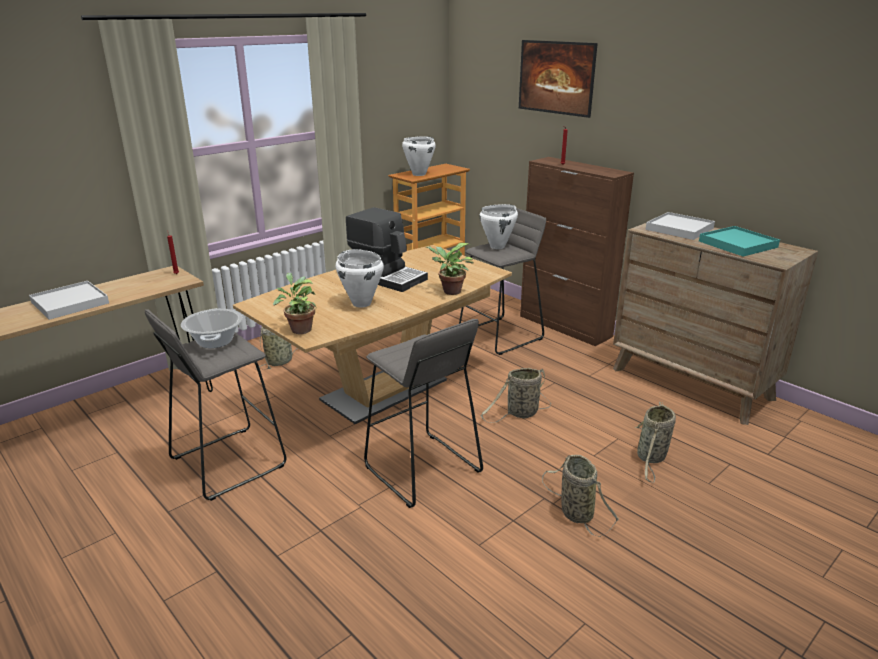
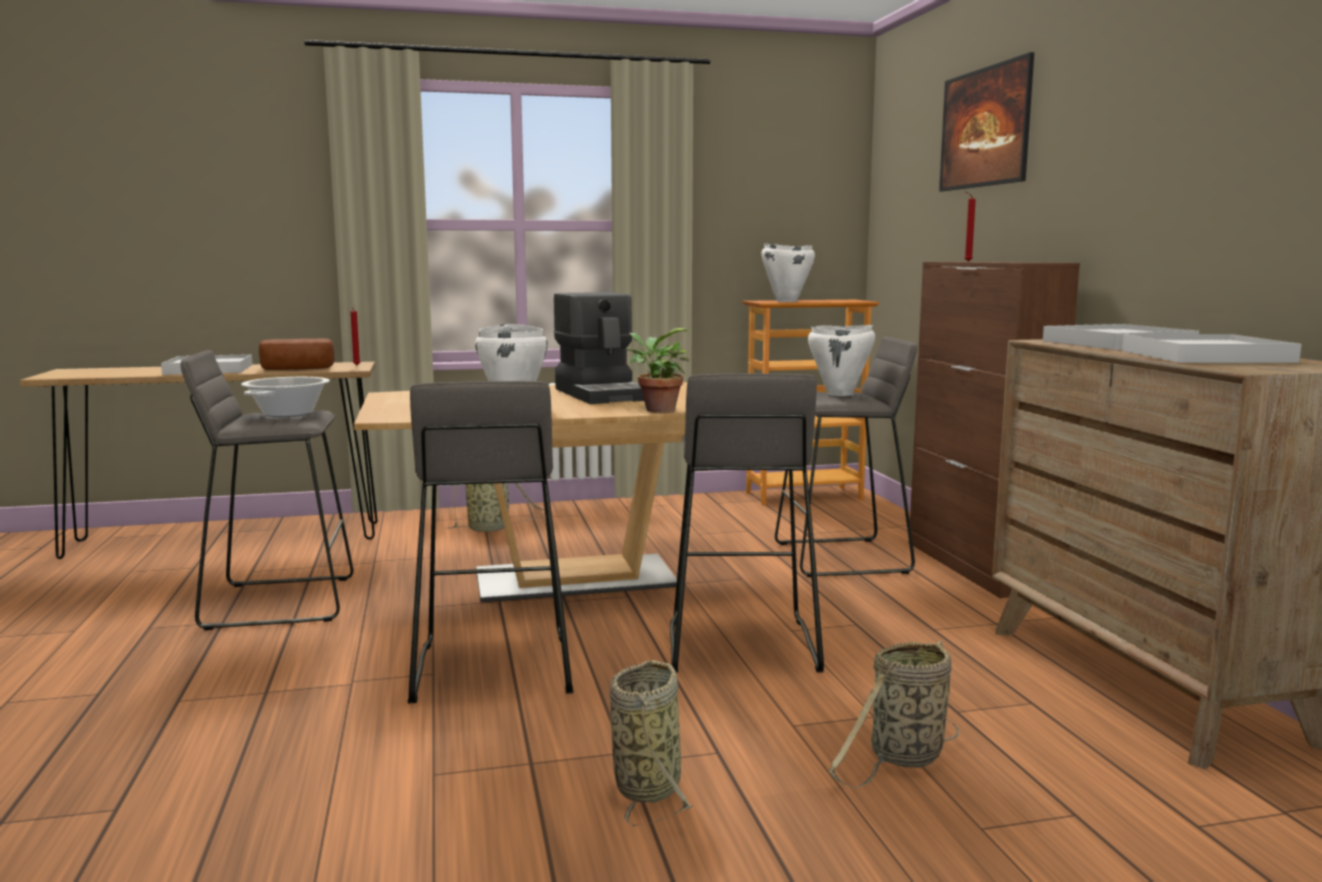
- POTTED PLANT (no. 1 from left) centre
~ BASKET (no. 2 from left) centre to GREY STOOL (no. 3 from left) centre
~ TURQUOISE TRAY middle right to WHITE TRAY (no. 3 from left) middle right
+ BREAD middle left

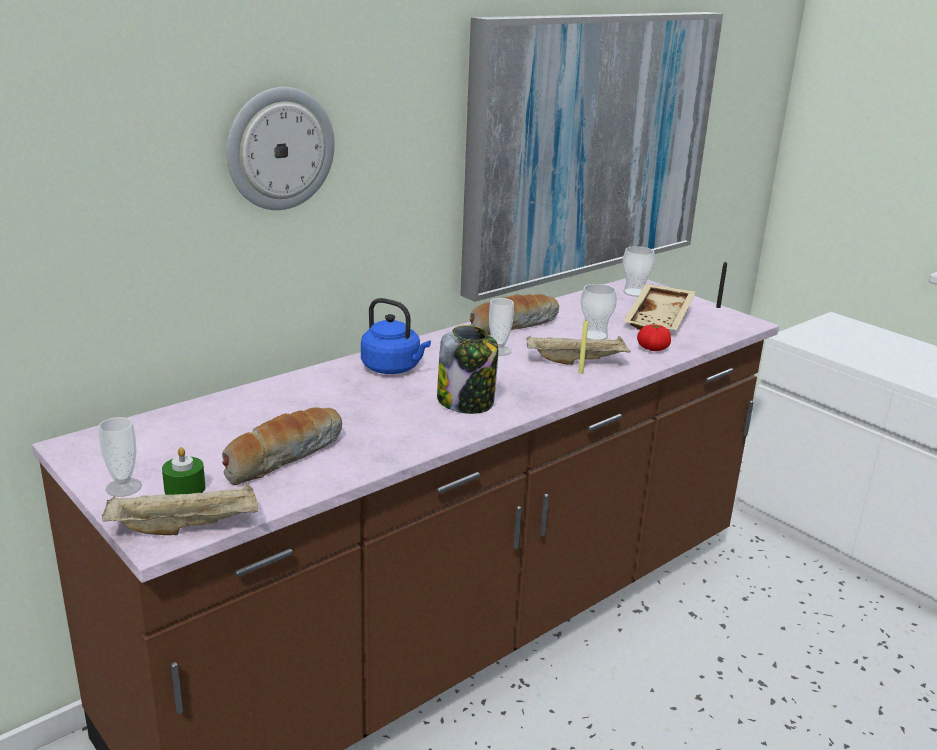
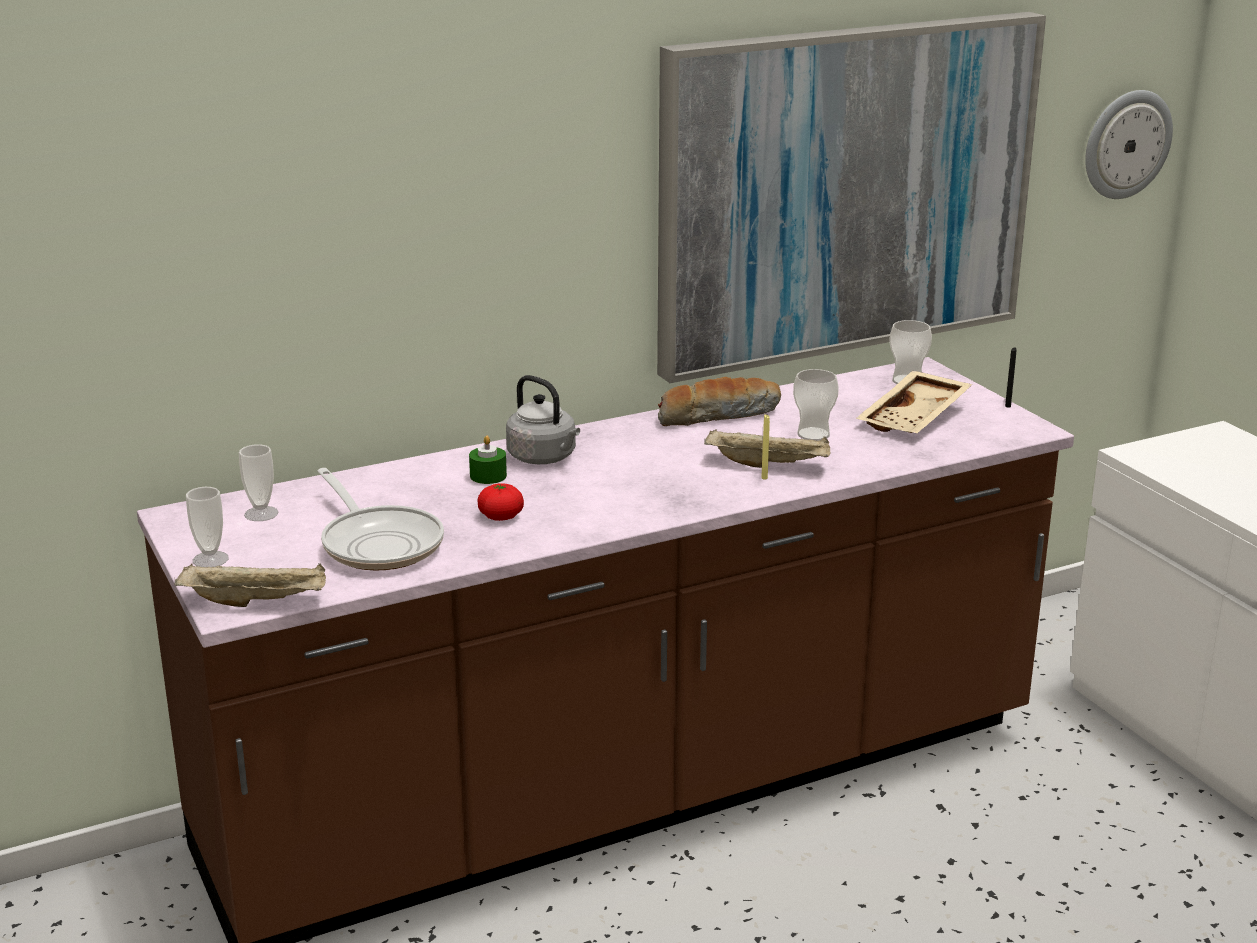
~ GREEN CANDLE middle left to centre
~ BREAD (no. 1 from left) middle left to FRYING PAN middle left
~ WALL CLOCK top left to top right
~ BLUE KETTLE centre to GREY KETTLE centre
- JAR centre
~ CUP (no. 2 from left) centre to middle left
~ TOMATO middle right to centre

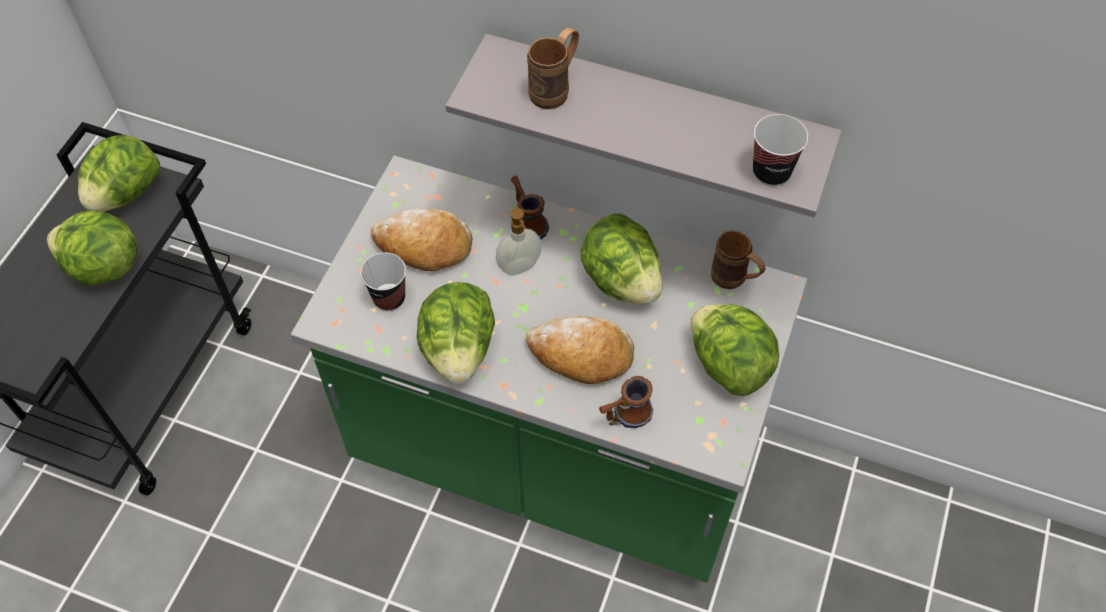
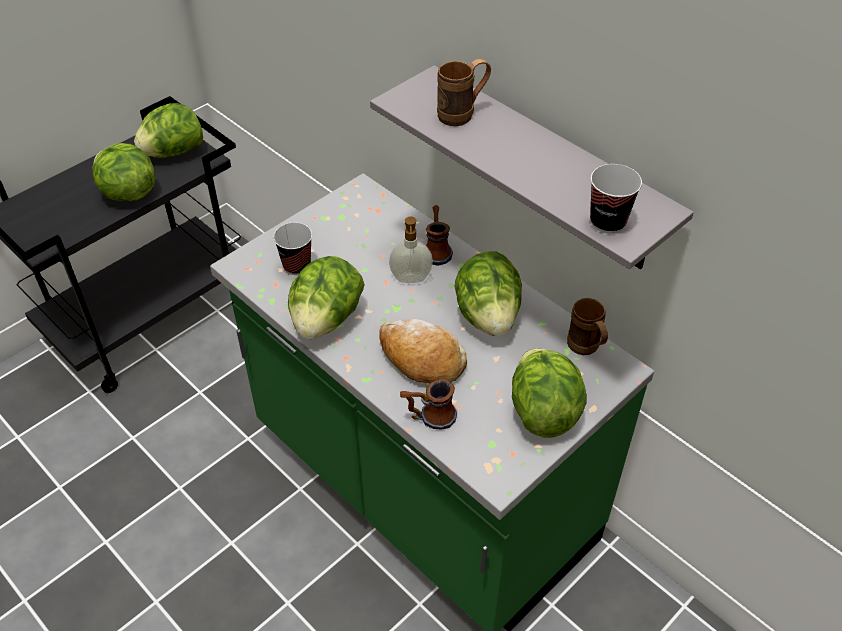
- BREAD (no. 1 from left) centre

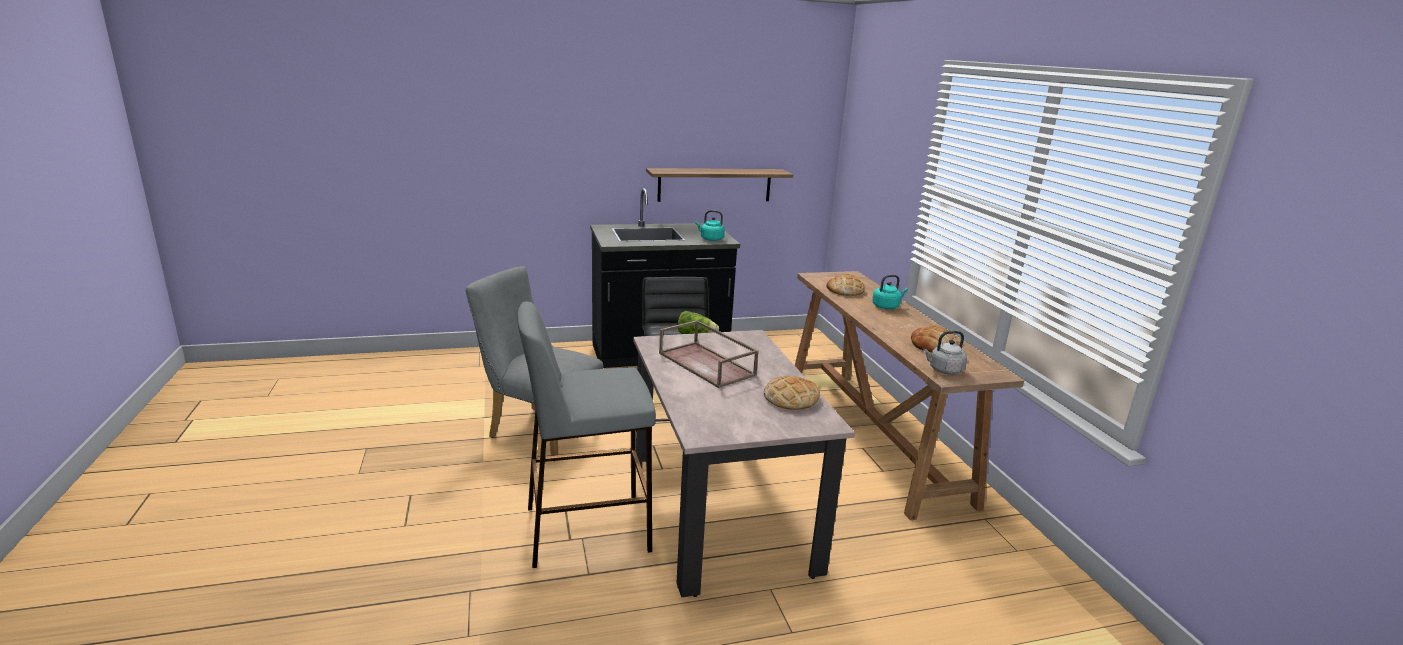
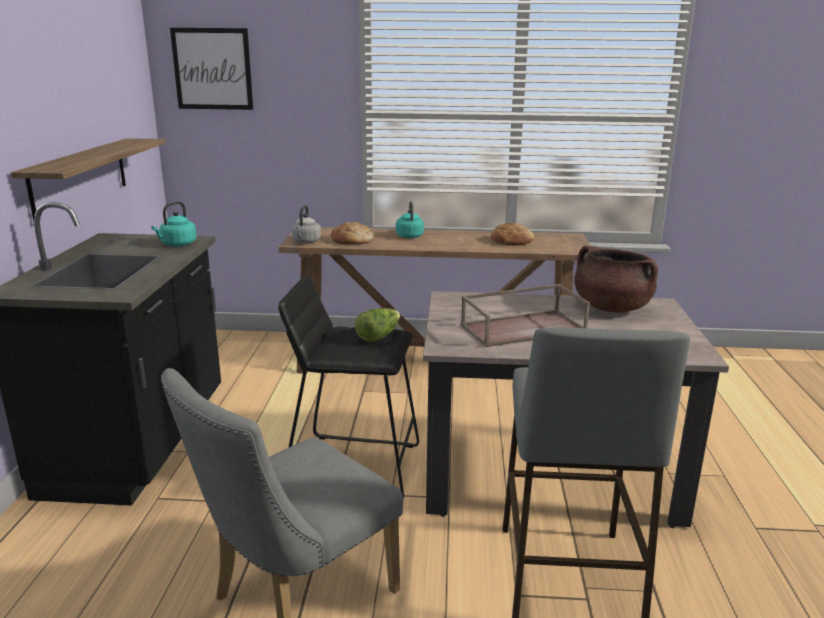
~ BREAD (no. 1 from left) centre to BROWN COOKING POT middle right
~ GREY KETTLE middle right to centre
+ PICTURE top left

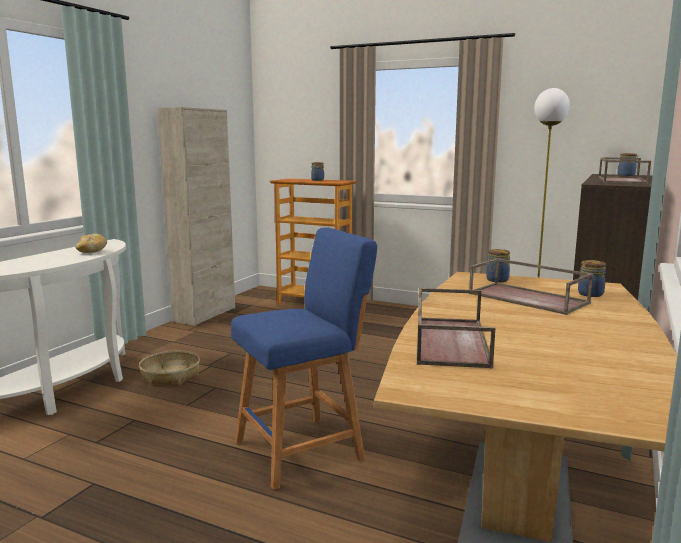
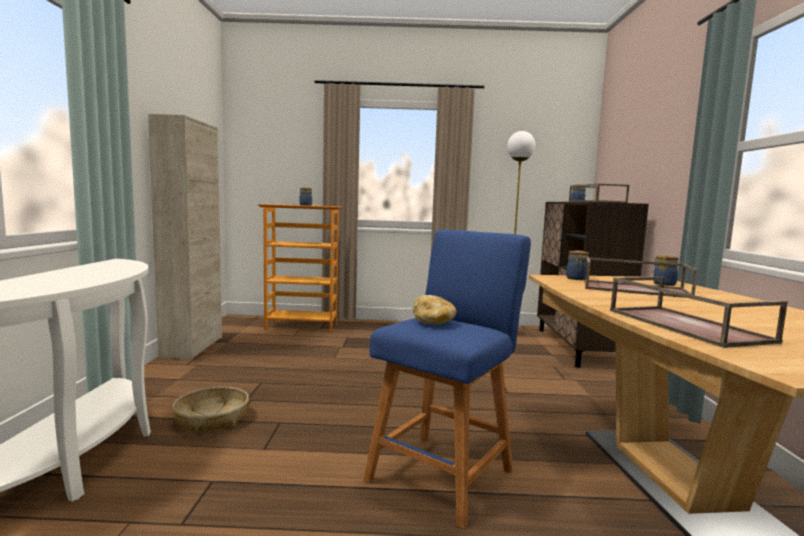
~ BREAD middle left to centre

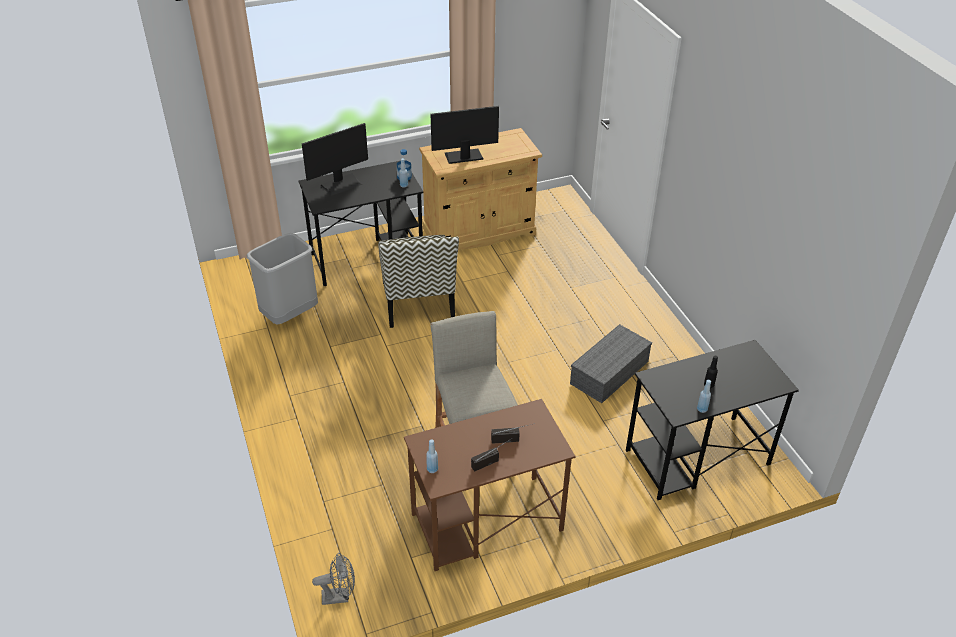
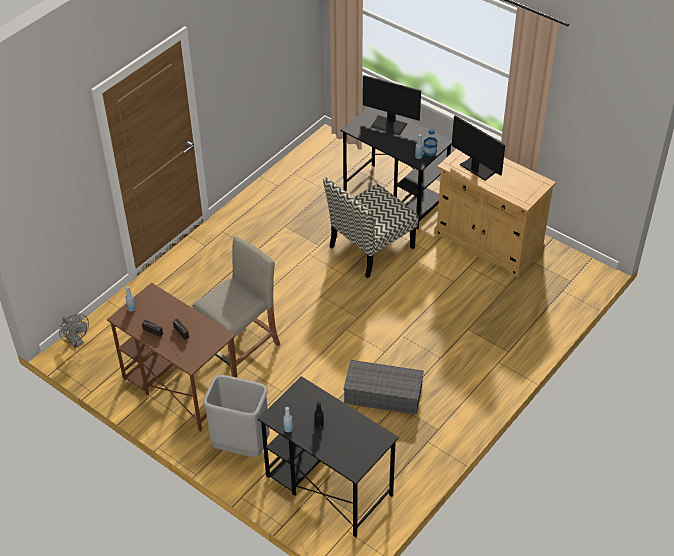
~ GREY TRASH CAN middle left to bottom centre

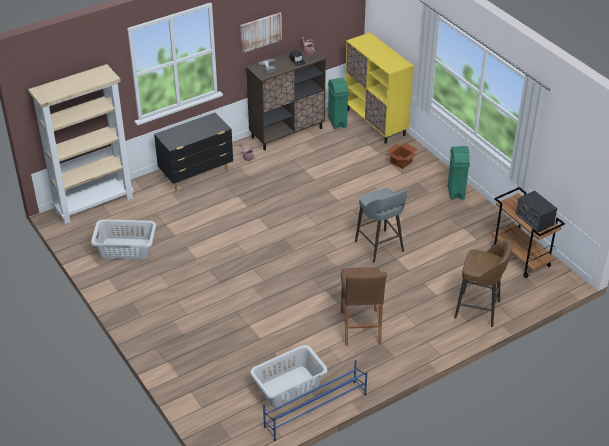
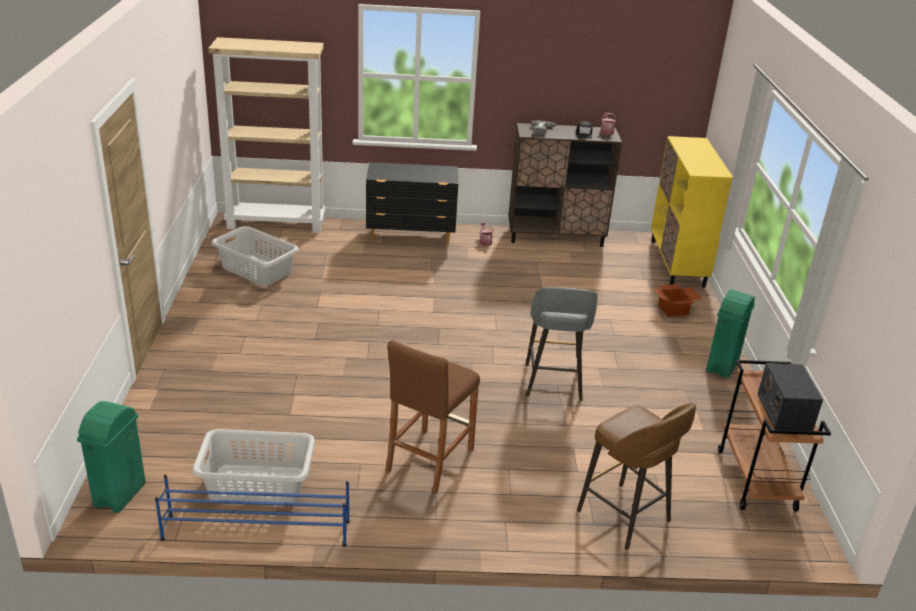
- PICTURE top centre
~ GREEN TRASH CAN (no. 1 from left) top centre to bottom left

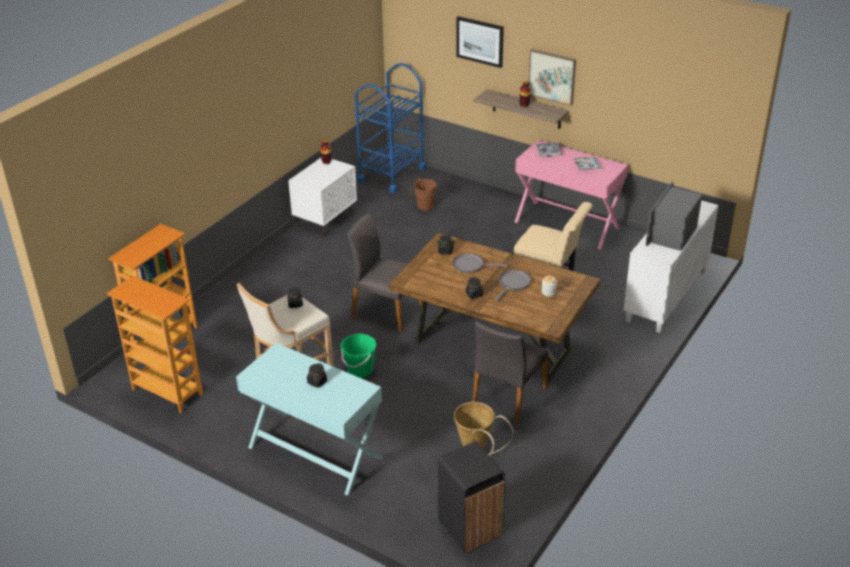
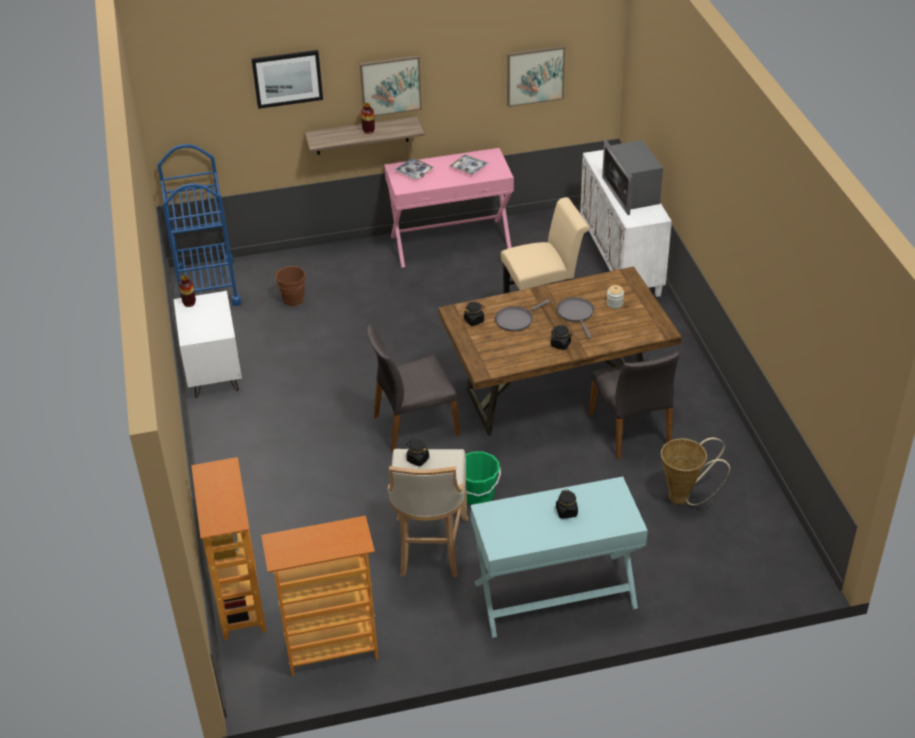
- BLACK TRASH CAN bottom centre
+ PICTURE (no. 3 from left) top centre

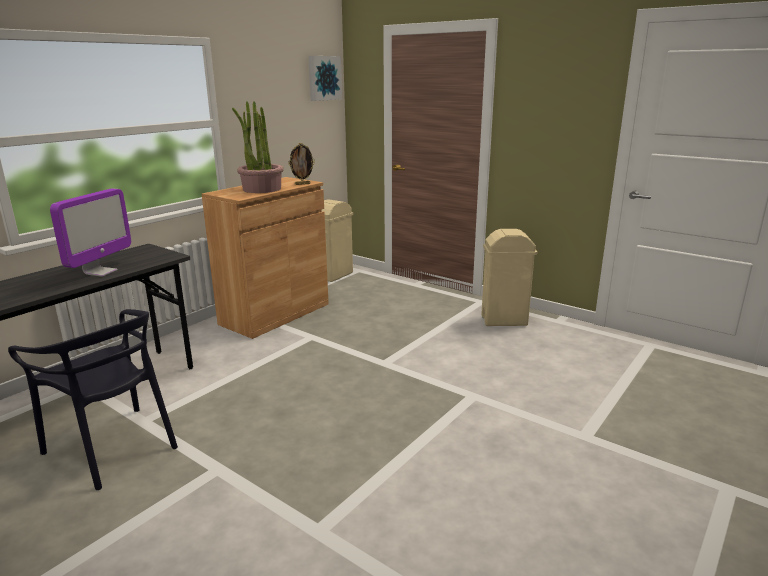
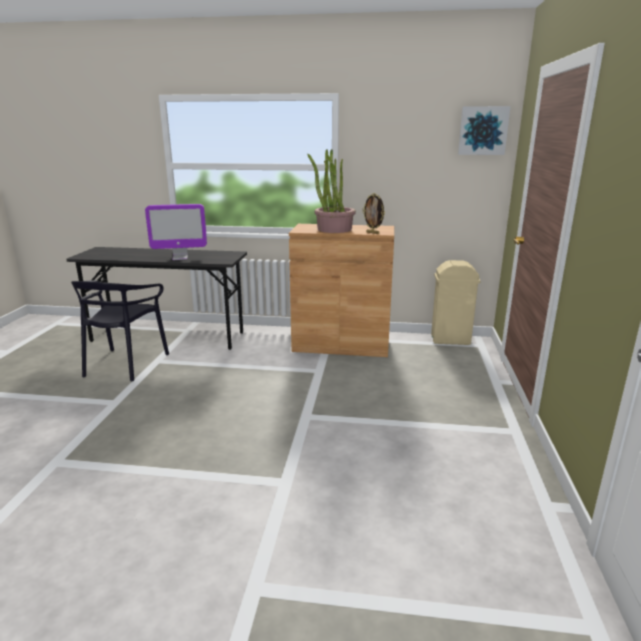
- BEIGE TRASH CAN (no. 2 from left) centre

